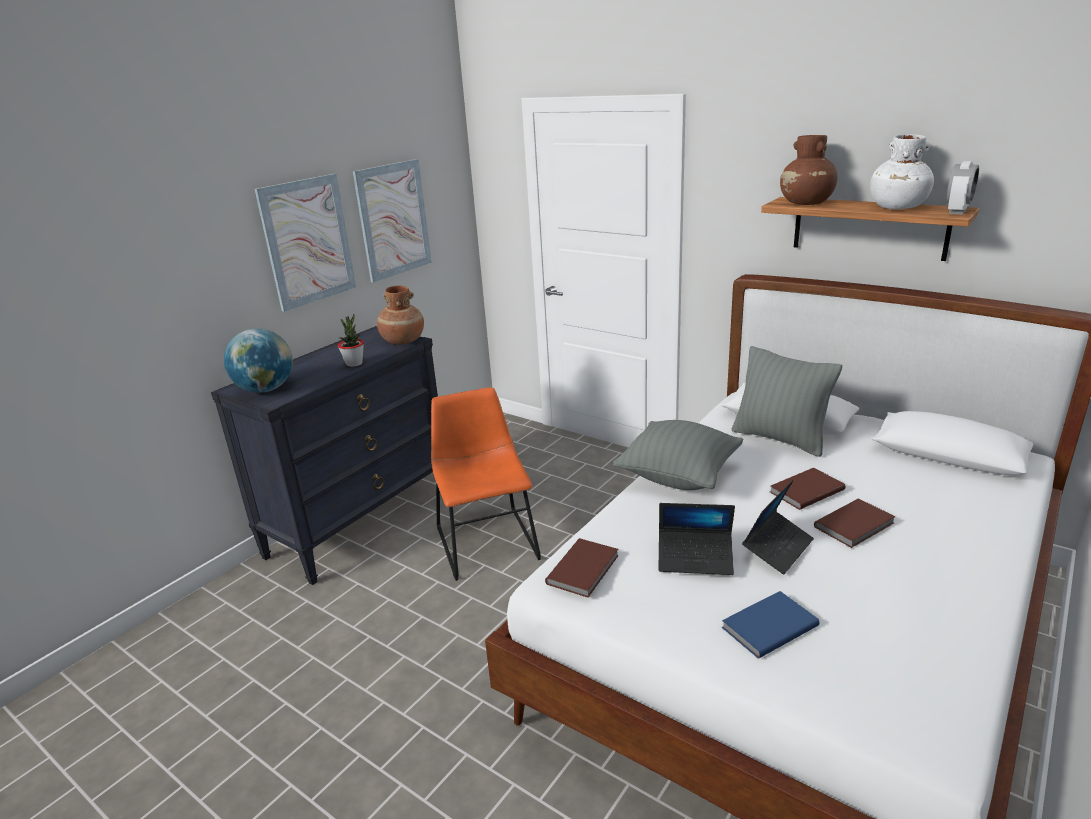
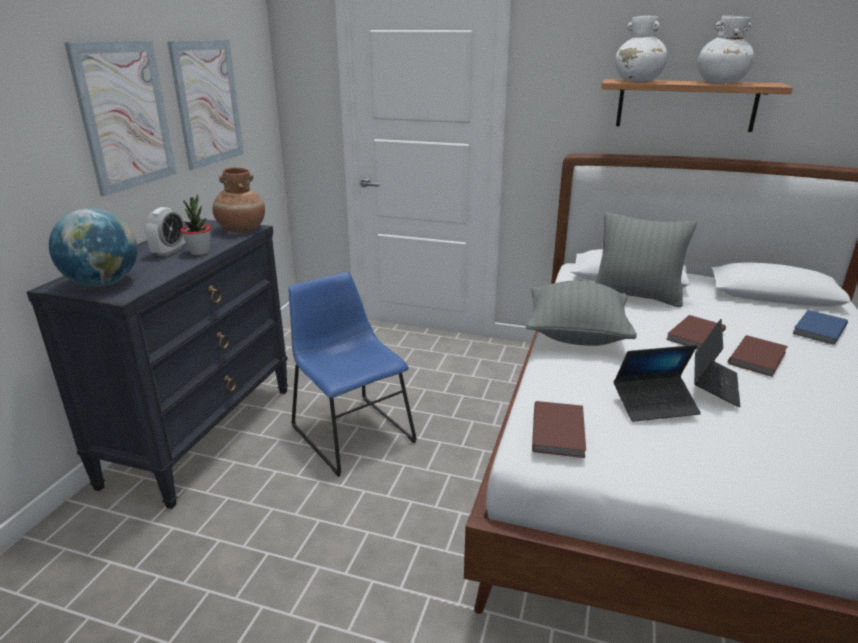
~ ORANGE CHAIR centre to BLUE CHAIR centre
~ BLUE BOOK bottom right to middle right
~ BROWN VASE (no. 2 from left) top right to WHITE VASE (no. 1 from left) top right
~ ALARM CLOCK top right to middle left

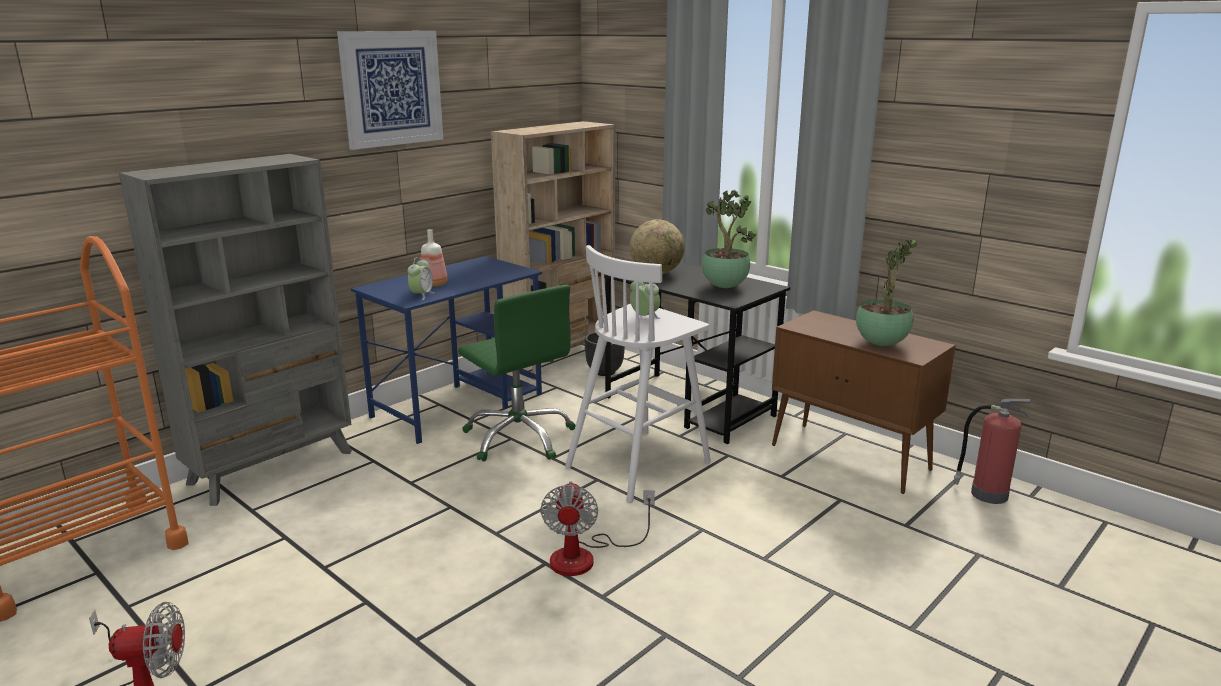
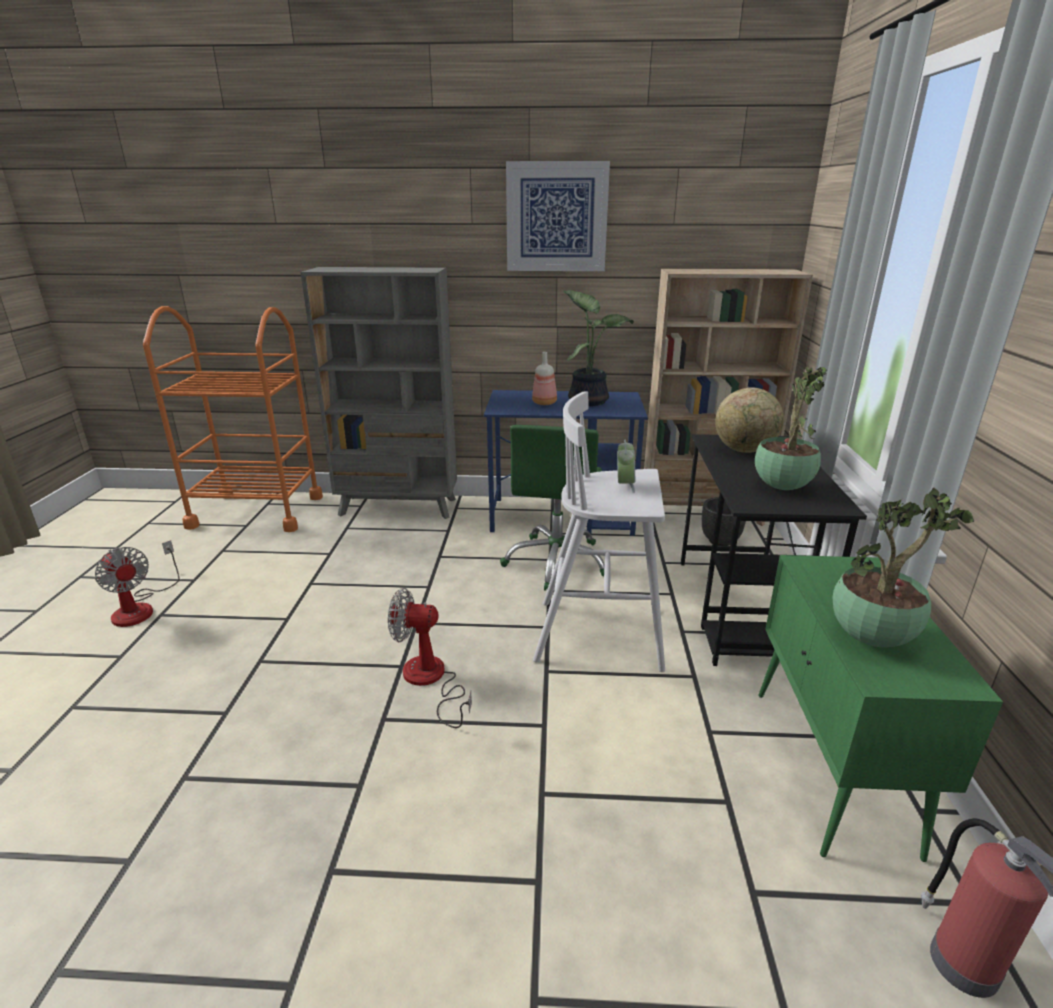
- ALARM CLOCK (no. 1 from left) centre
~ FAN (no. 2 from left) bottom centre = centre 45 degrees clockwise
~ BROWN CABINET middle right to GREEN CABINET bottom right
+ POTTED PLANT (no. 1 from left) centre

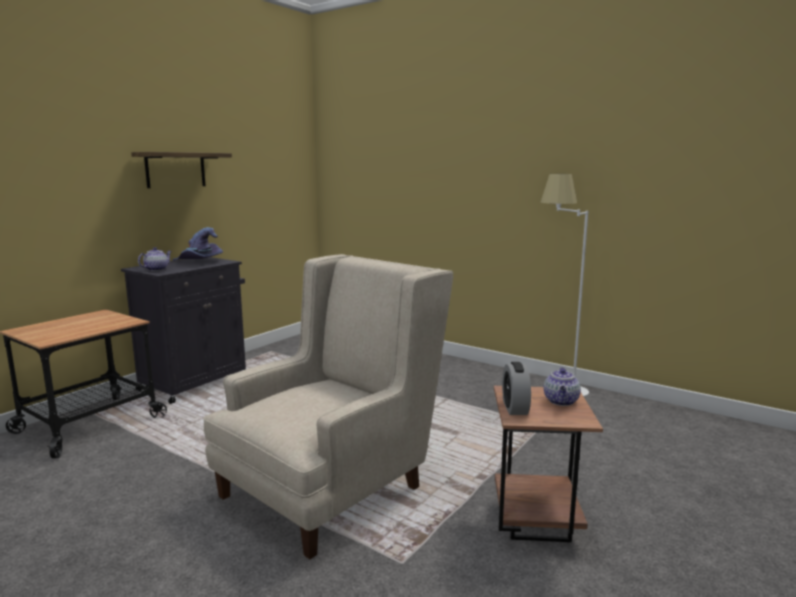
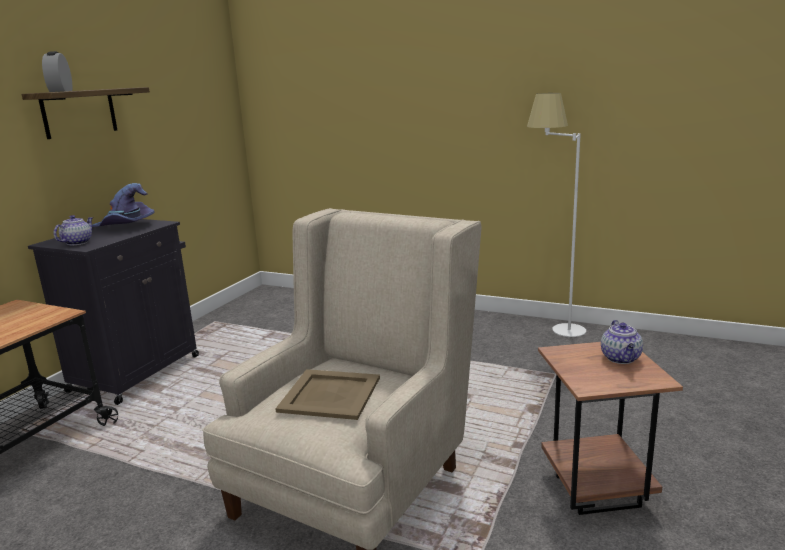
~ ALARM CLOCK centre to top left
+ BEIGE TRAY bottom centre

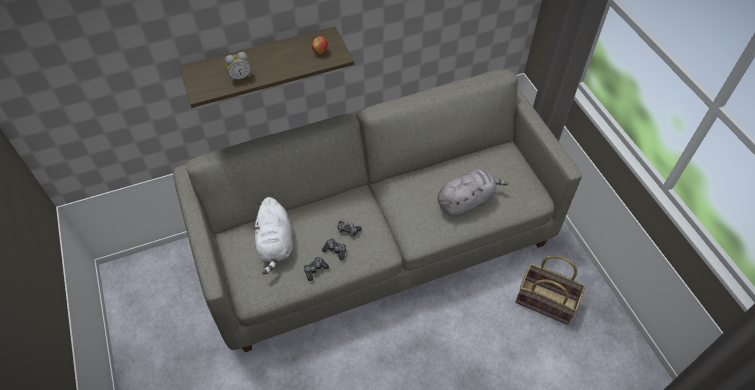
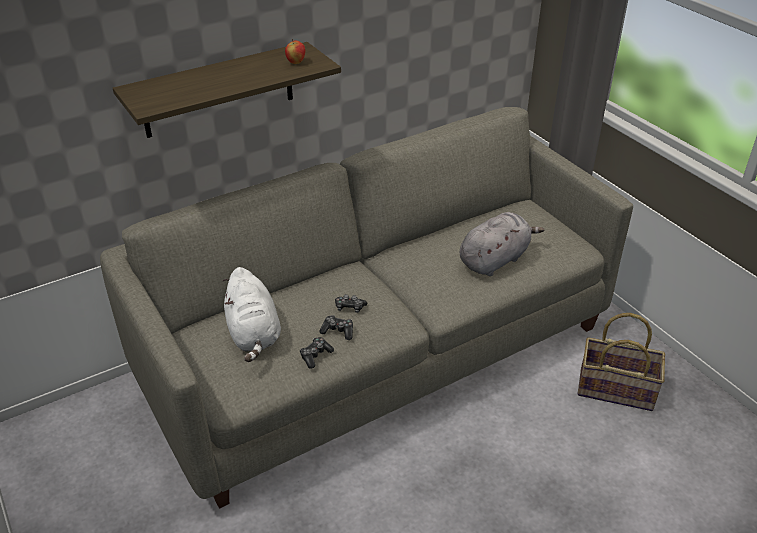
- ALARM CLOCK top left

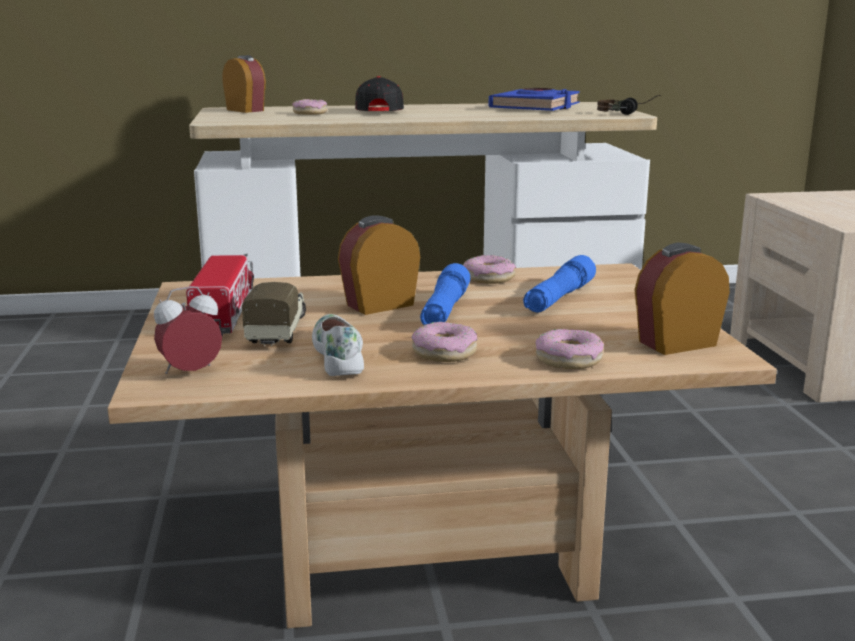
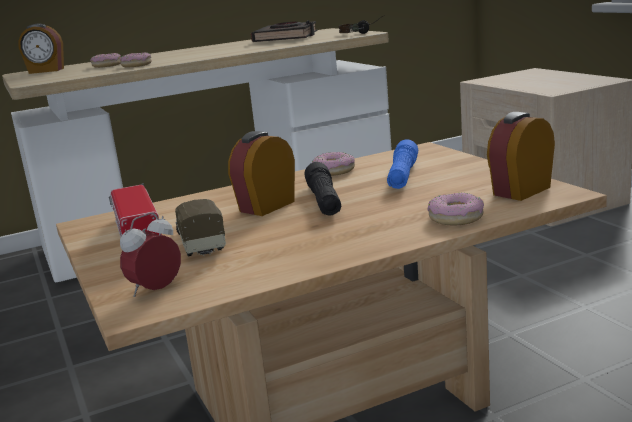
~ ALARM CLOCK (no. 2 from left in the first image) top left = top left 150 degrees clockwise
- WHITE SHOE centre
- BLACK CAP top centre
~ DONUT (no. 2 from left) centre to top left
~ BLUE FLASHLIGHT (no. 1 from left) centre to BLACK FLASHLIGHT centre
~ BLUE BOOK top centre to BLACK BOOK top centre

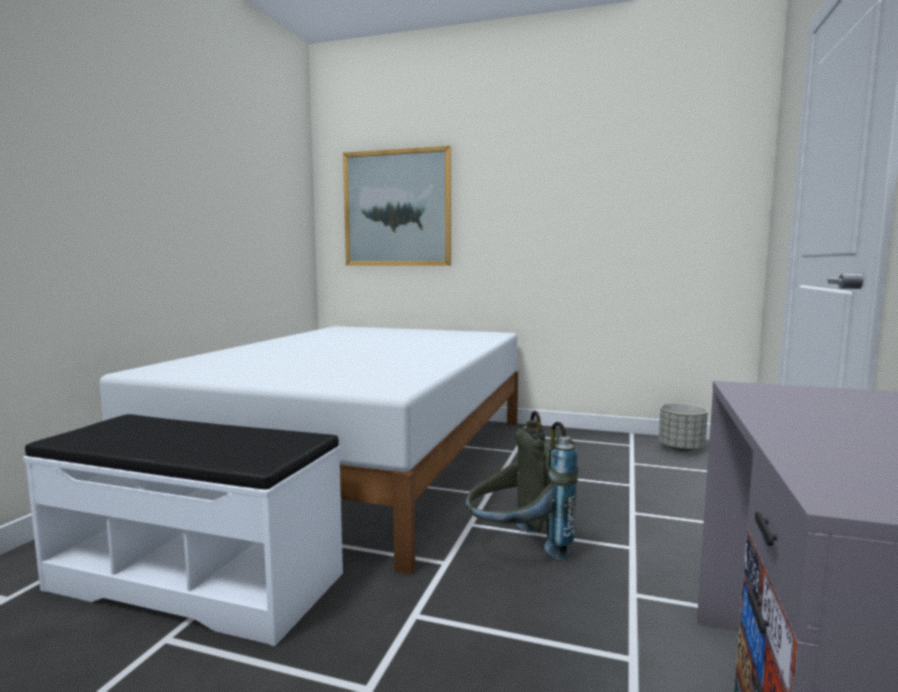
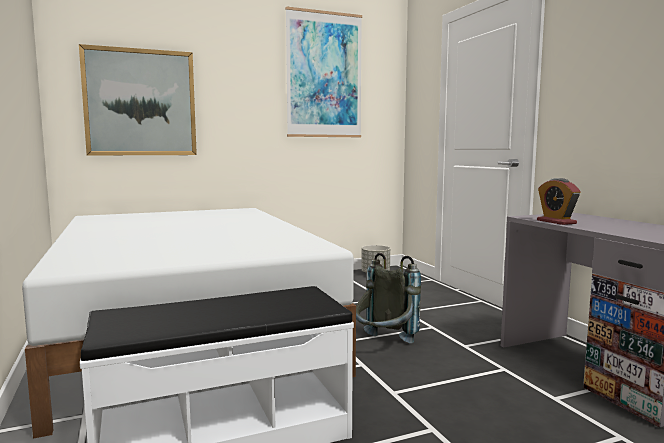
+ PICTURE (no. 2 from left) top centre
+ ALARM CLOCK middle right

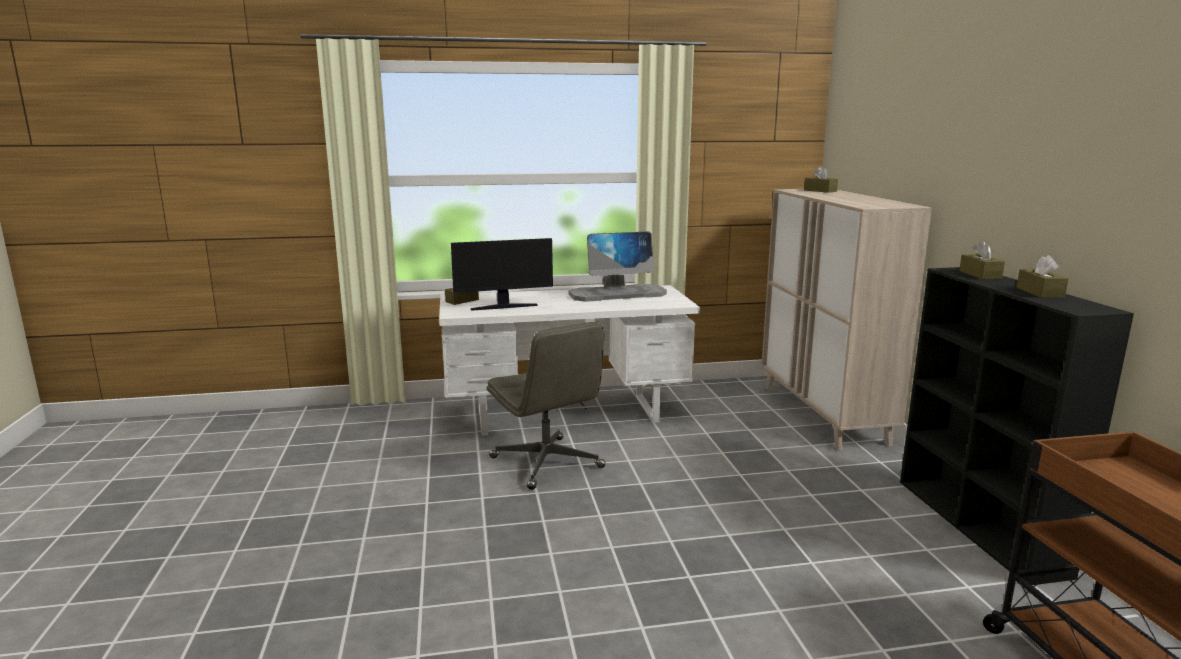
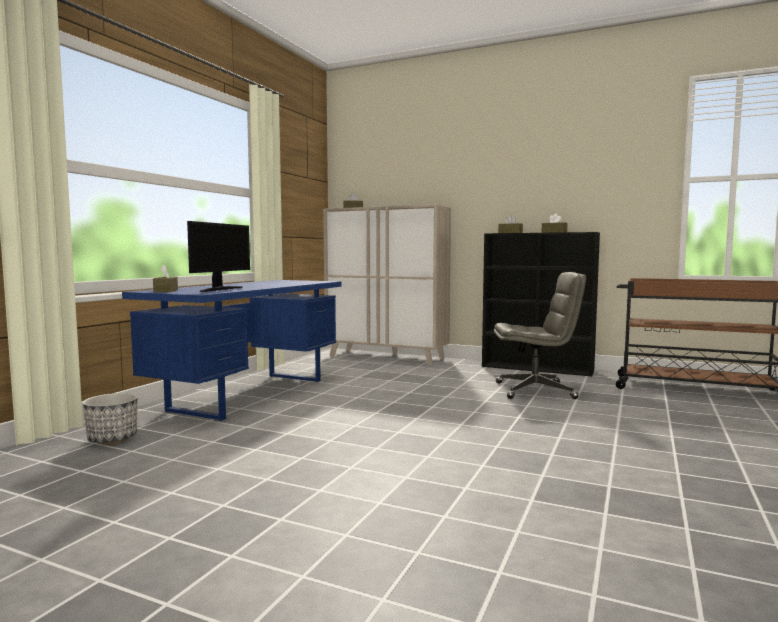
~ WHITE DESK centre to BLUE DESK middle left
~ GREY OFFICE CHAIR centre to middle right
- MONITOR (no. 2 from left) centre
+ PLANTER bottom left

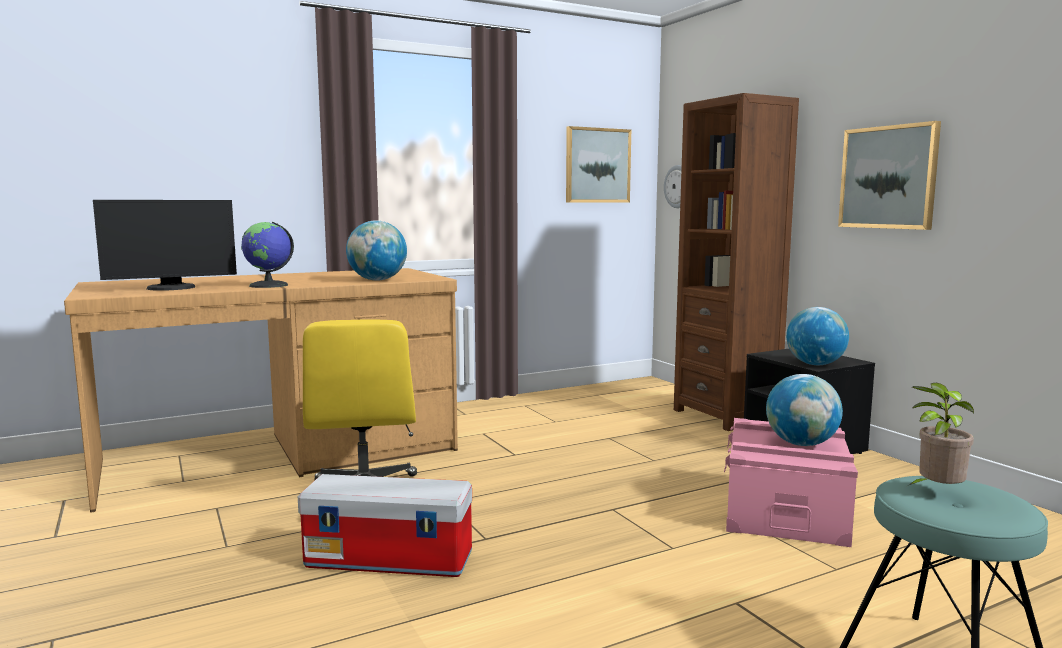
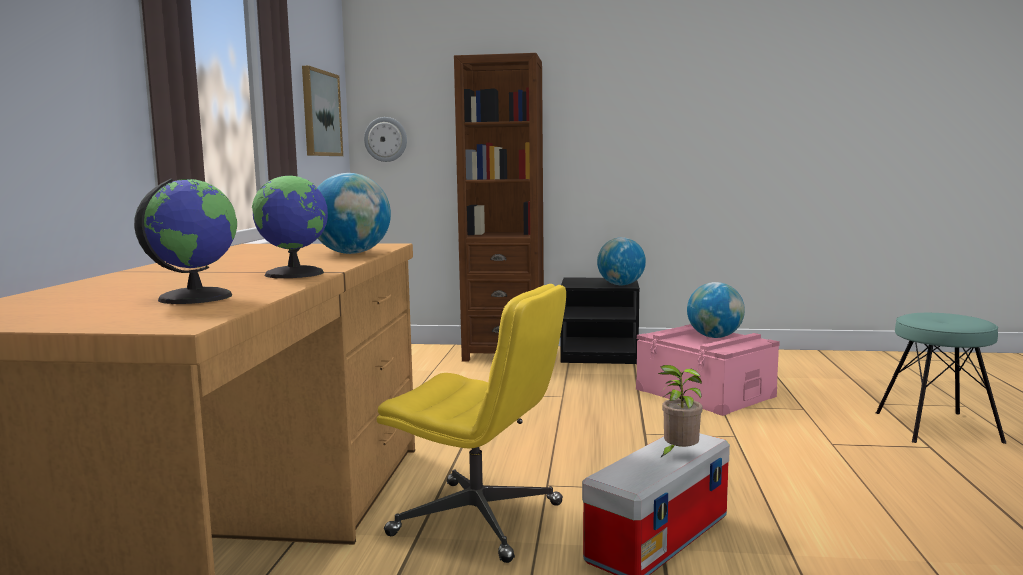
~ MONITOR middle left to GLOBE (no. 1 from left) middle left
- PICTURE (no. 2 from left) top right
~ POTTED PLANT bottom right to bottom centre

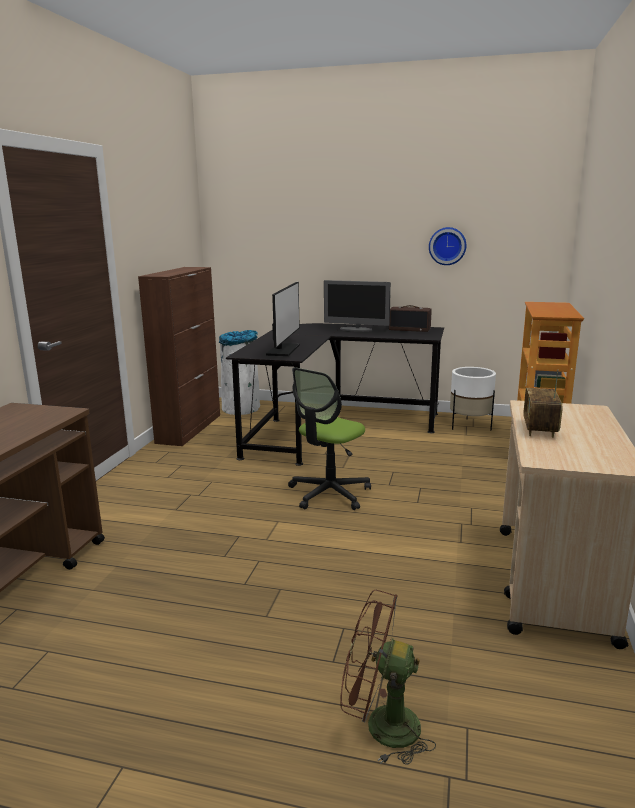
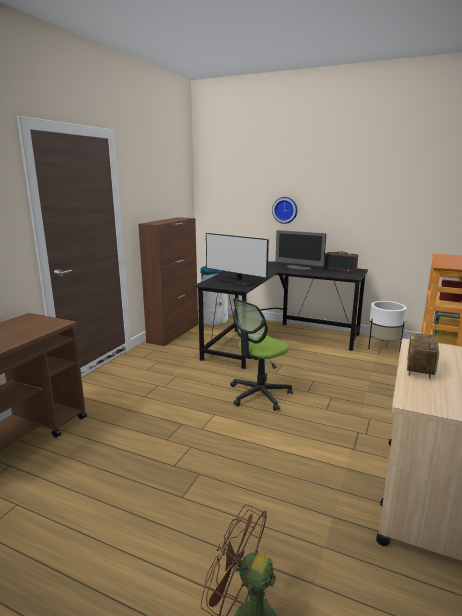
~ MONITOR (no. 1 from left) centre = centre 105 degrees clockwise
~ WALL CLOCK top right to centre

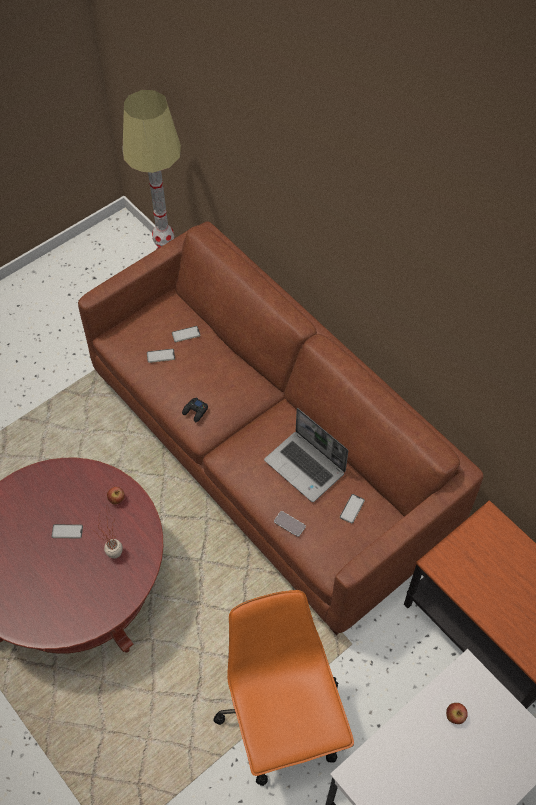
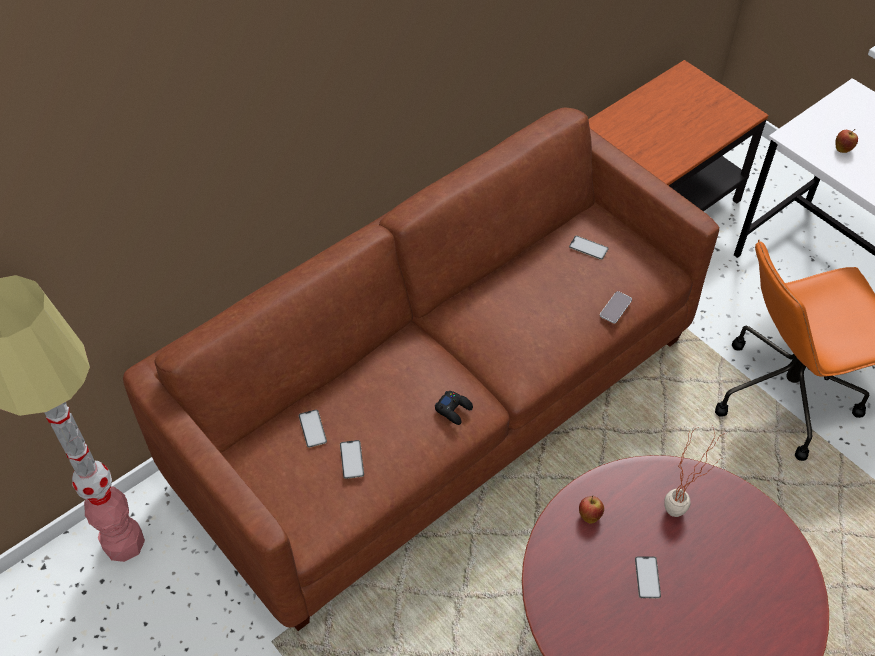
- LAPTOP centre

